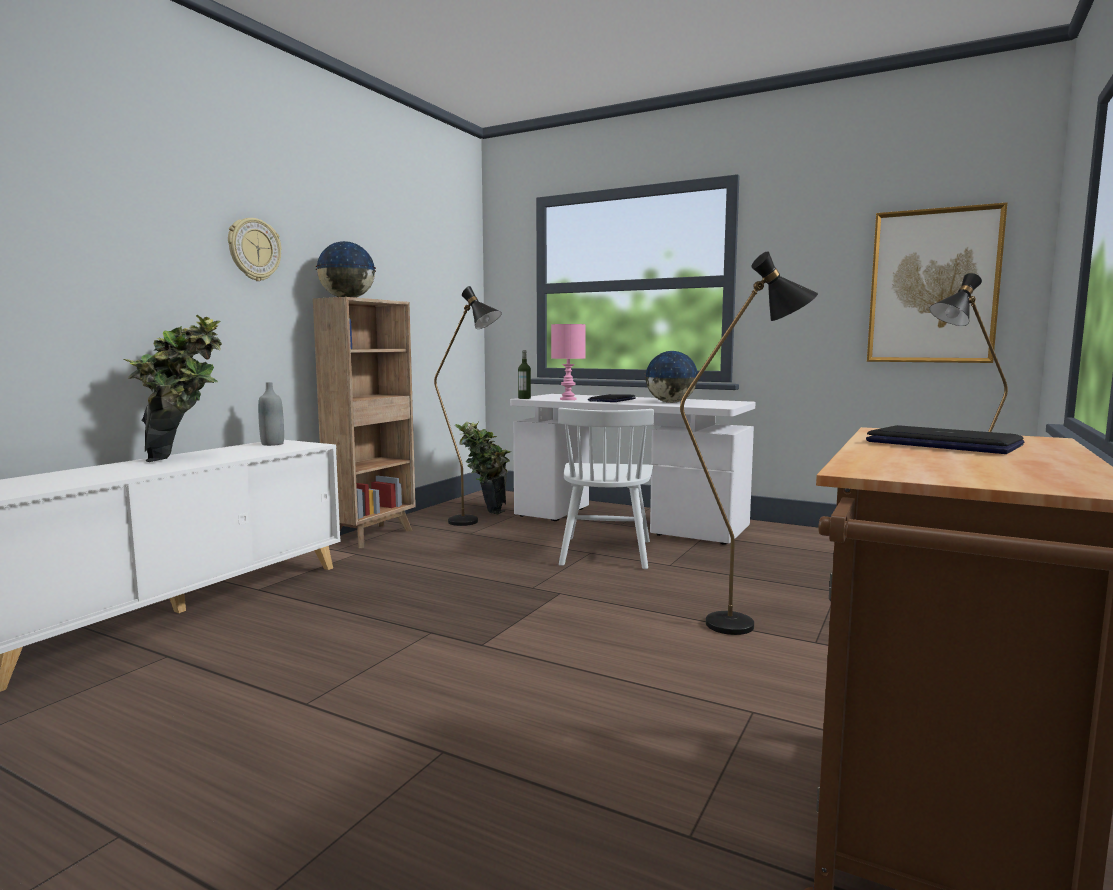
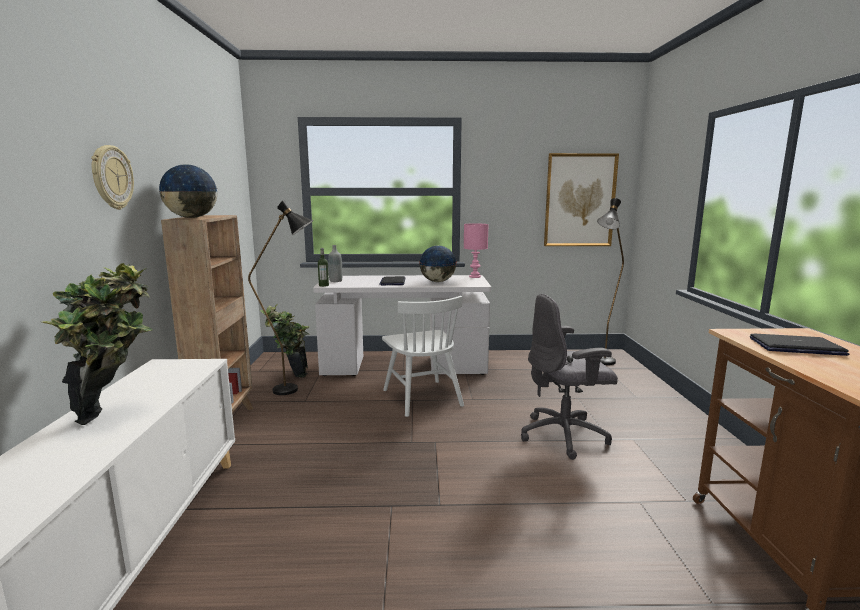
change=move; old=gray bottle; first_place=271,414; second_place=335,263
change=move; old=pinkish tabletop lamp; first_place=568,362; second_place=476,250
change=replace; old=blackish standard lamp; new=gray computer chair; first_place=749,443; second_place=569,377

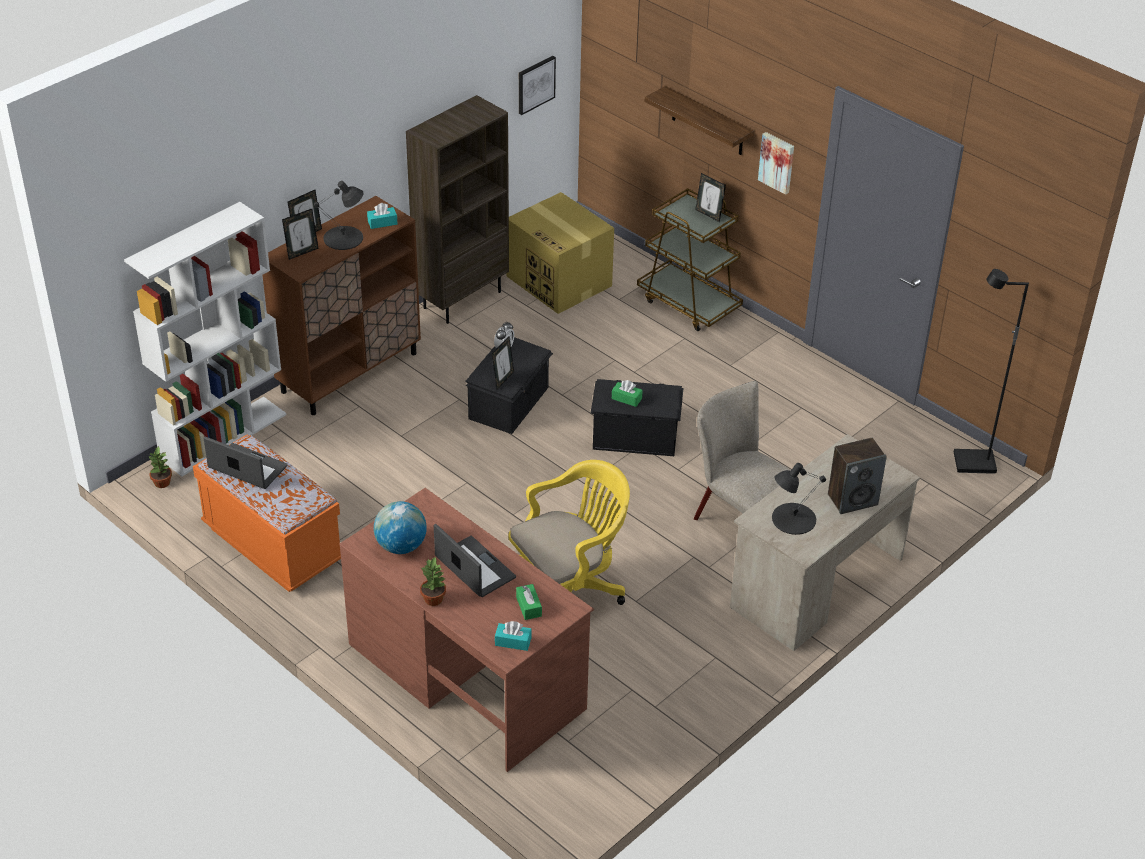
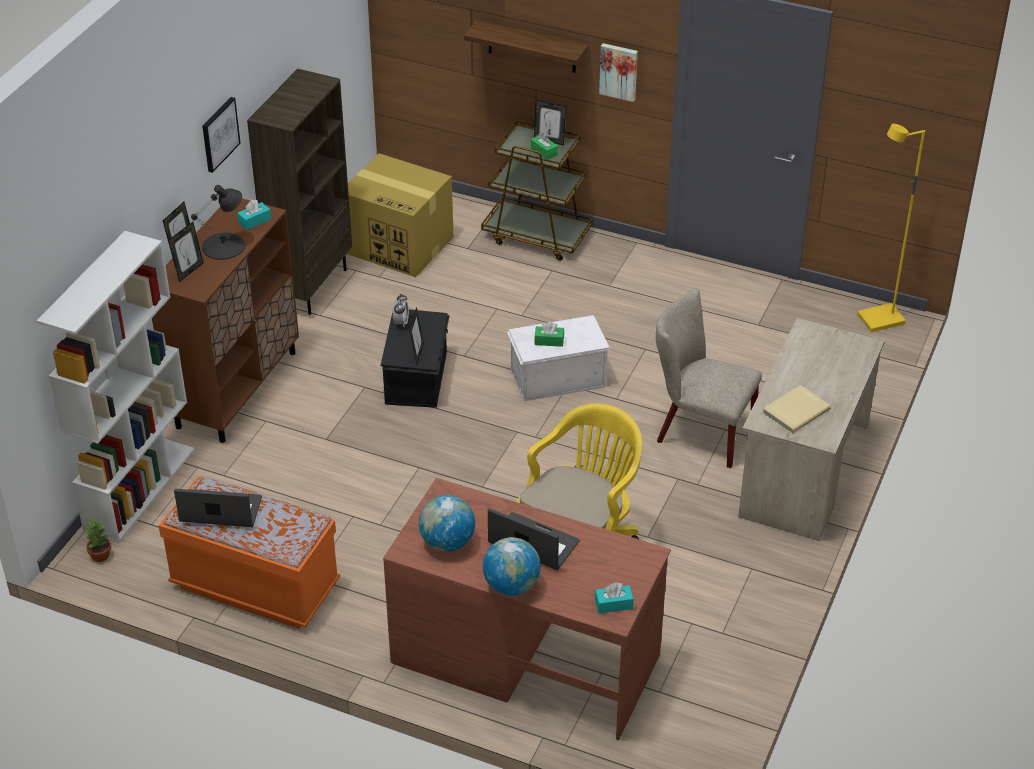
change=delete; old=speaker; first_place=857,476
change=move; old=green-coloured tissue holder; first_place=529,602; second_place=544,146
change=move; old=wall picture; first_place=537,85; second_place=221,135
change=replace; old=plant in a pot; new=world globe; first_place=433,581; second_place=512,566
change=replace; old=blackish tabletop lamp; new=sand-coloured volume; first_place=799,499; second_place=797,409
change=recolor; old=blackish storage box; new=white storage box; first_place=636,417; second_place=559,358
change=recolor; old=blackish standard lamp; new=yellow standard lamp; first_place=991,371; second_place=891,228

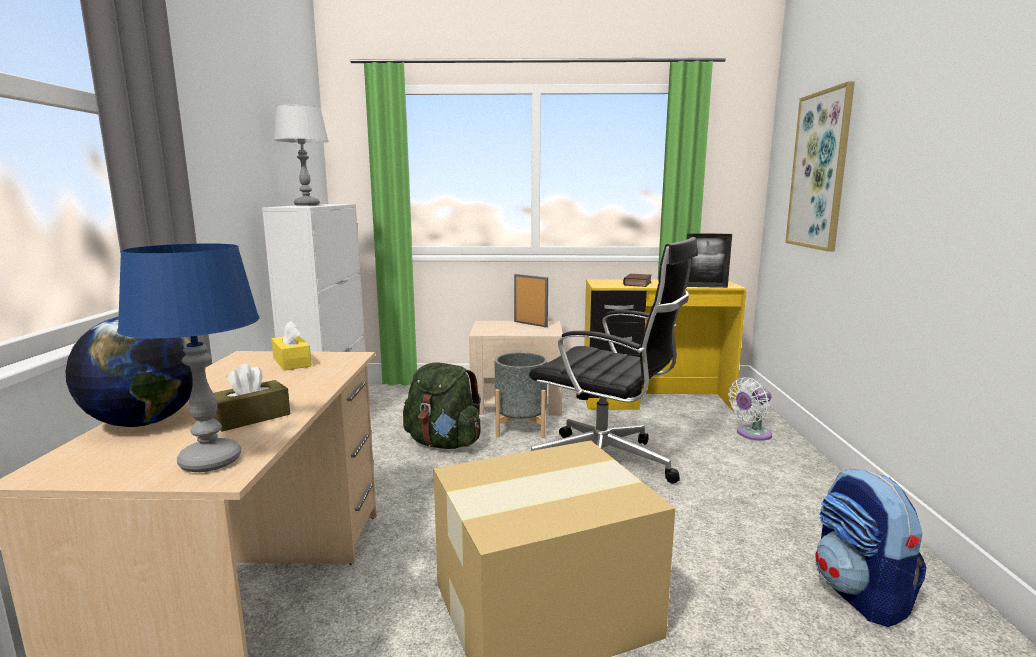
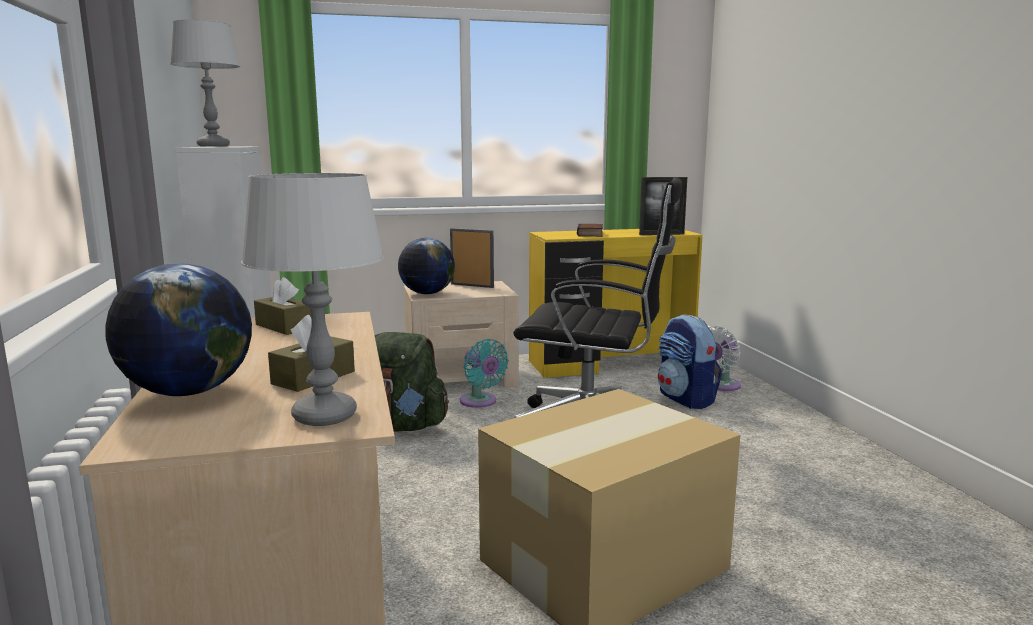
change=delete; old=wall picture; first_place=820,166
change=insert; new=world globe; second_place=426,266
change=move; old=knapsack; first_place=871,548; second_place=690,362
change=replace; old=gray planter; new=turquoise-coloured electric fan; first_place=521,395; second_place=484,373
change=recolor; old=blue tabletop lamp; new=gray tabletop lamp; first_place=188,357; second_place=312,299
change=recolor; old=yellow tissue holder; new=brown-coloured tissue holder; first_place=292,346; second_place=282,306

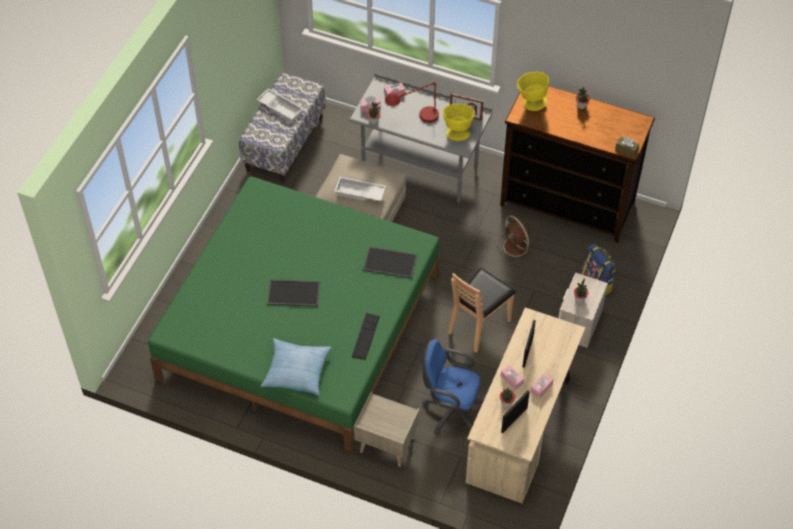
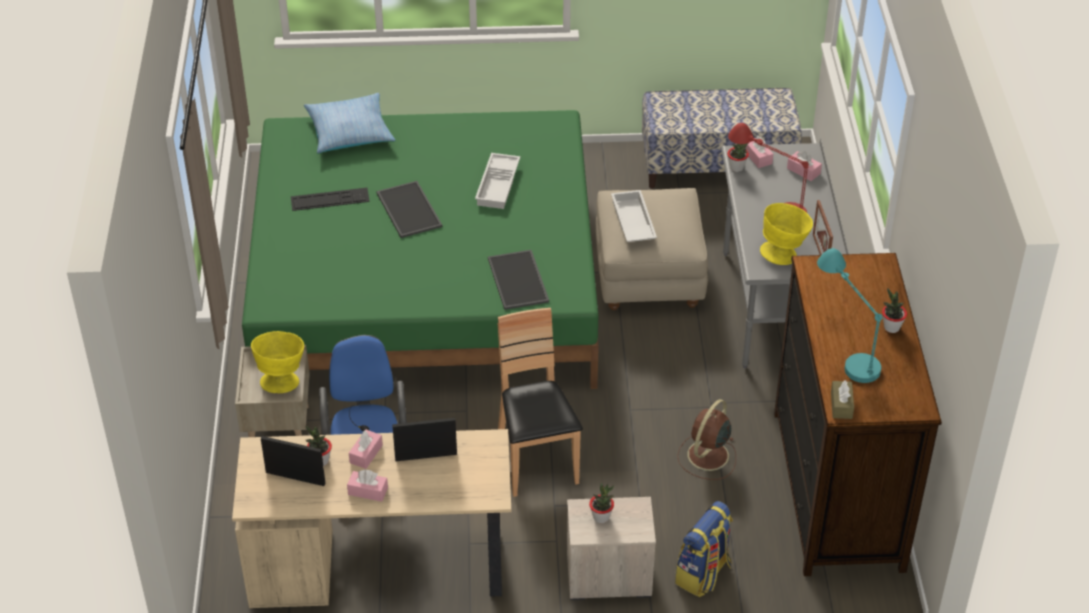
change=insert; new=turquoise-coloured tabletop lamp; second_place=850,315
change=move; old=white tray; first_place=280,105; second_place=497,181
change=move; old=pillow; first_place=296,367; second_place=349,123
change=move; old=keyboard; first_place=366,336; second_place=330,199
change=move; old=yellow deep dish; first_place=533,91; second_place=277,362
change=rotate; old=brown-coloured upright chair; first_place=482,310; second_place=540,402; degrees=60

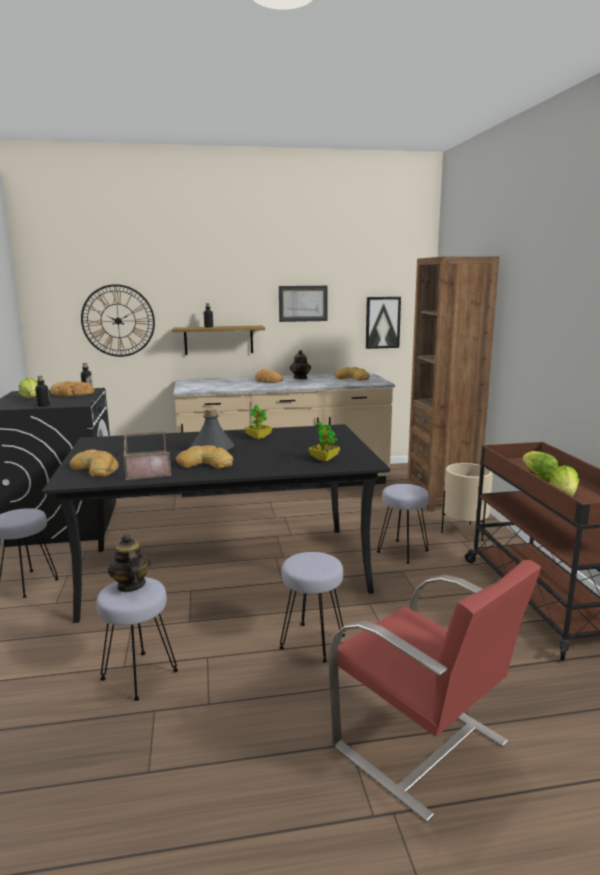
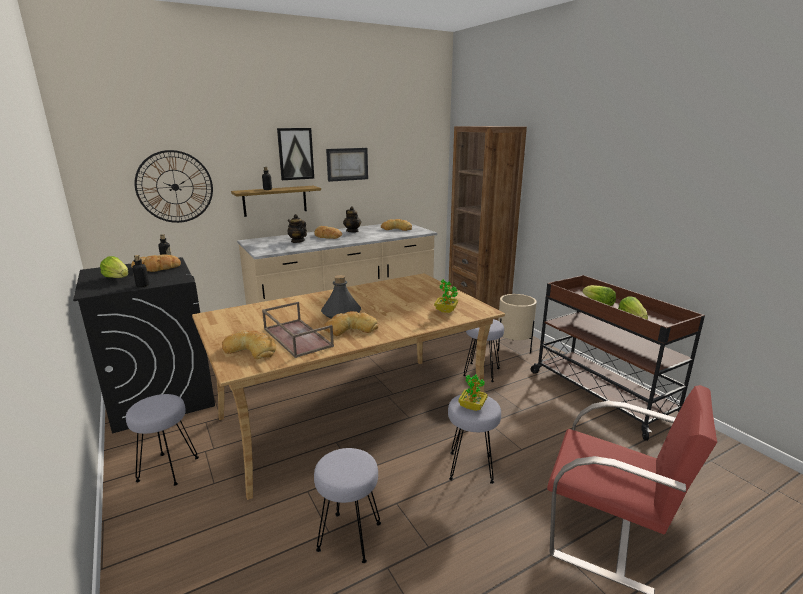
change=move; old=tea pot; first_place=129,563; second_place=297,228
change=move; old=plant in a pot; first_place=258,422; second_place=473,392
change=move; old=wall picture; first_place=383,323; second_place=295,154
change=recolor; old=blackish dining table; new=sand-coloured dining table; first_place=216,523; second_place=348,386

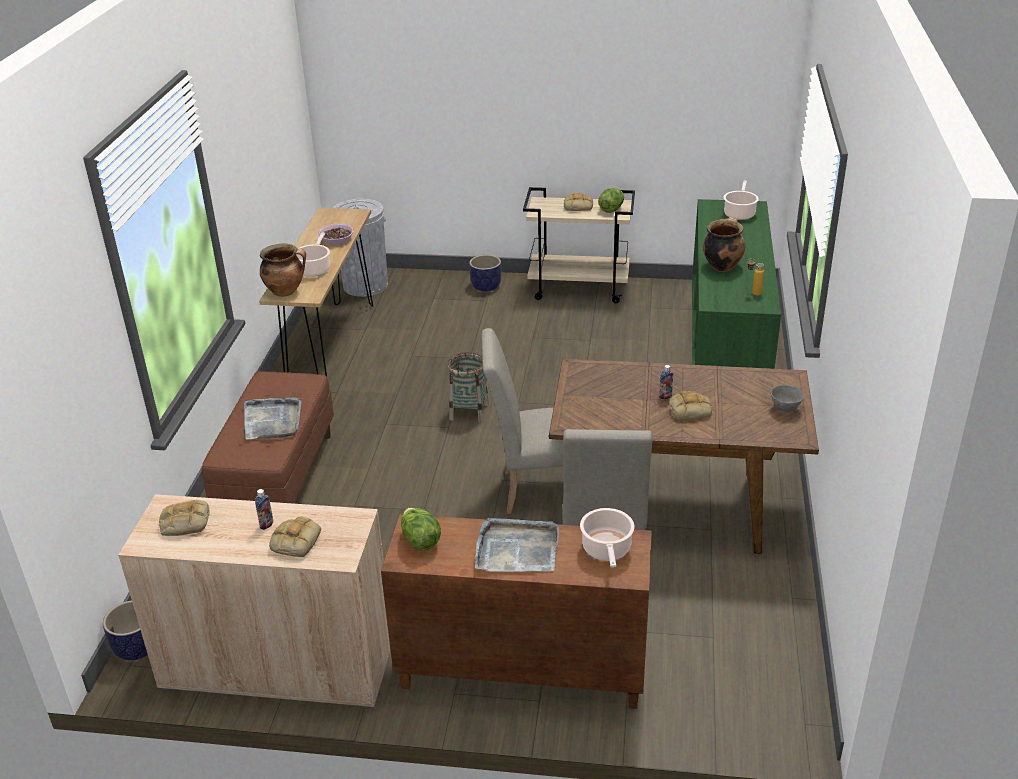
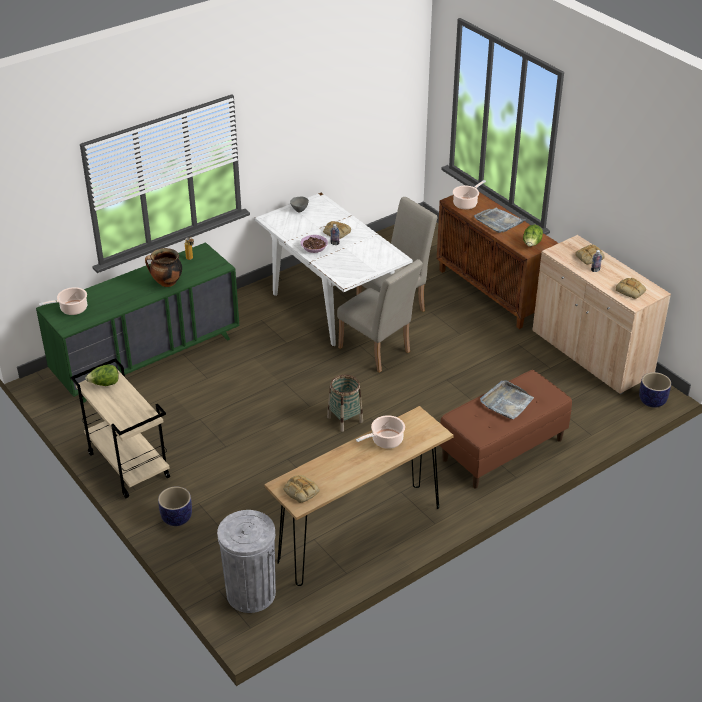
change=delete; old=saucepot; first_place=283,270
change=move; old=deep dish; first_place=336,234; second_place=314,244
change=move; old=baked bread; first_place=578,201; second_place=301,489
change=recolor; old=brown-coloured dining table; new=white dining table; first_place=684,456; second_place=334,269

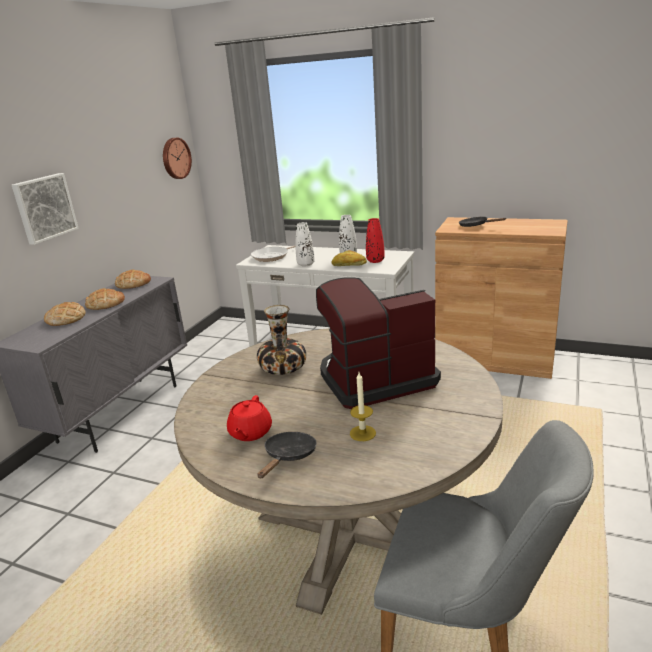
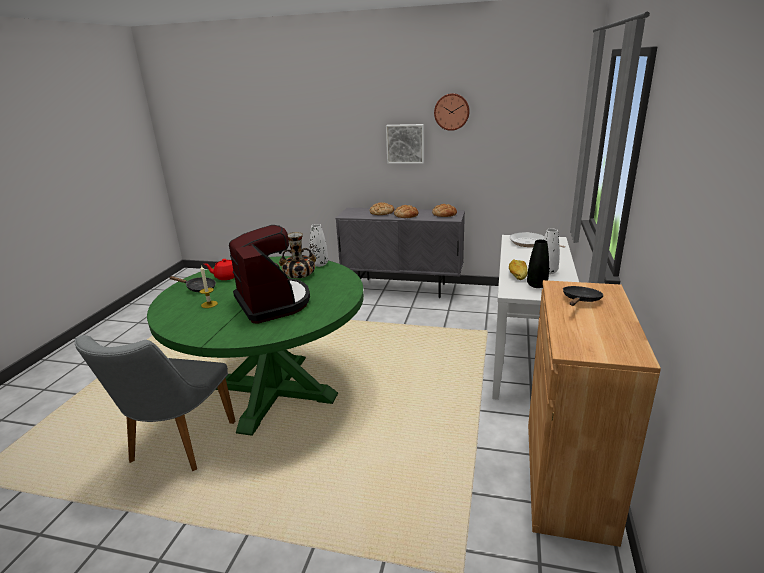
change=move; old=clock on the wall; first_place=177,158; second_place=452,112
change=move; old=white vase; first_place=305,244; second_place=319,245
change=recolor; old=sand-coloured dining table; new=green-coloured dining table; first_place=338,471; second_place=255,346
change=recolor; old=reddish vase; new=blackish vase; first_place=375,240; second_place=538,264

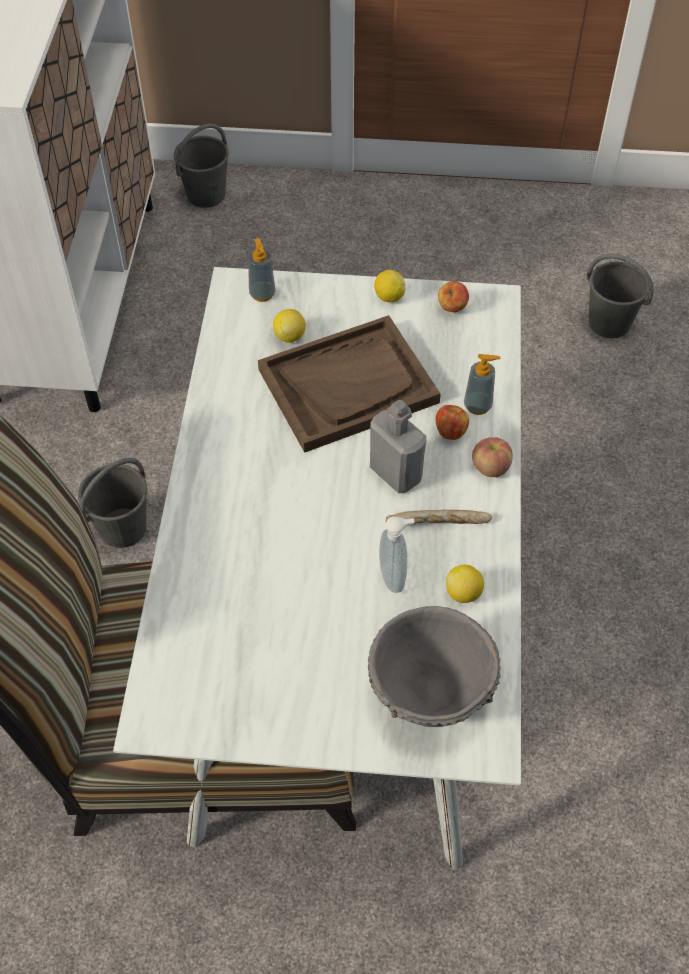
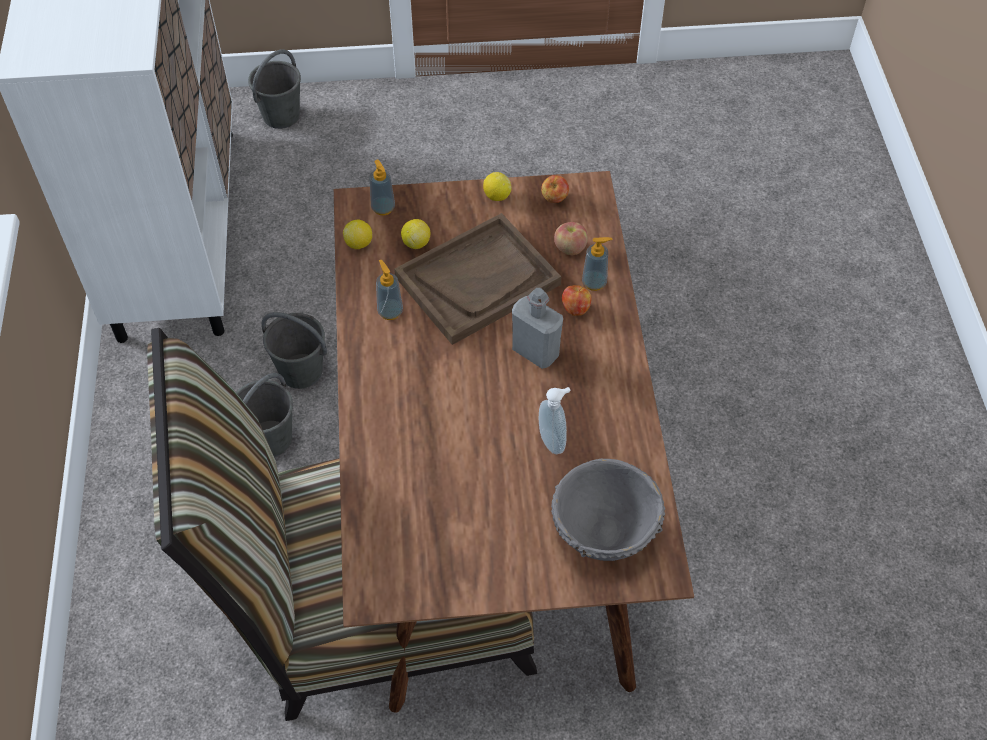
change=delete; old=baked bread; first_place=439,517
change=insert; new=soap bottle; second_place=389,290
change=move; old=lemon; first_place=465,583; second_place=357,234
change=move; old=apple; first_place=492,457; second_place=571,238
change=move; old=gray bucket; first_place=620,296; second_place=294,350
change=recolor; old=white dining table; new=brown-coloured dining table; first_place=317,568; second_place=514,442

